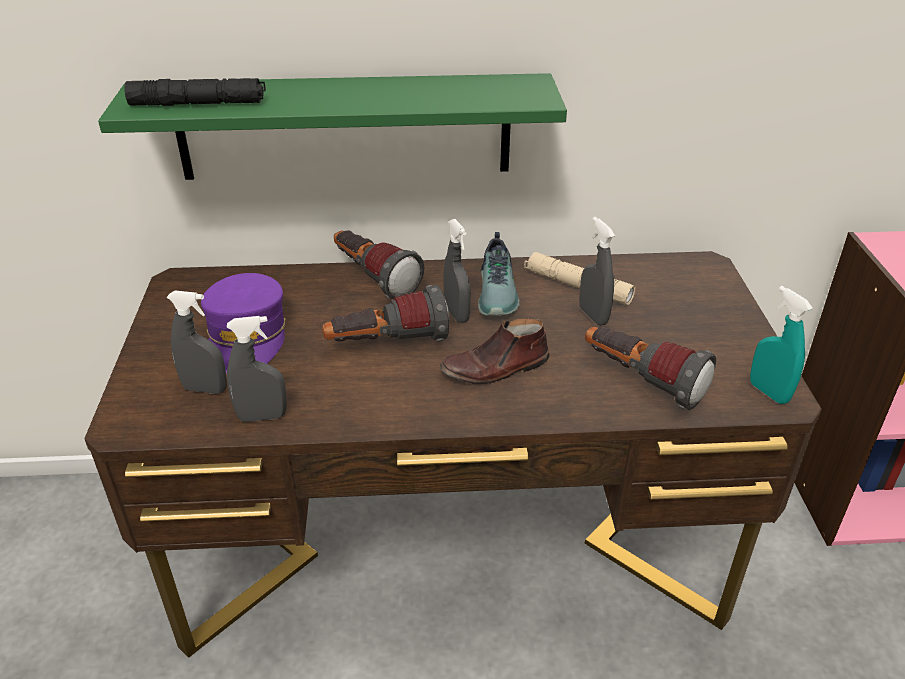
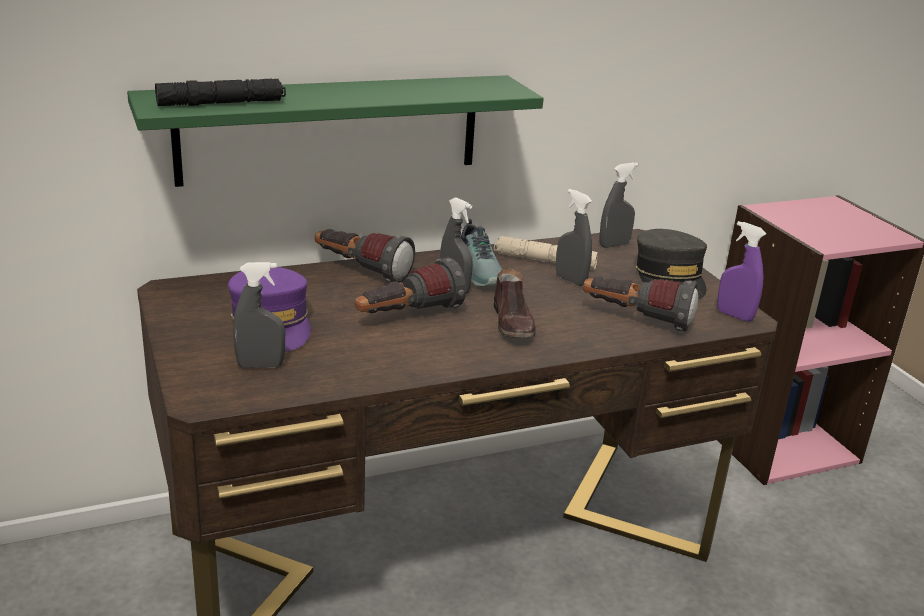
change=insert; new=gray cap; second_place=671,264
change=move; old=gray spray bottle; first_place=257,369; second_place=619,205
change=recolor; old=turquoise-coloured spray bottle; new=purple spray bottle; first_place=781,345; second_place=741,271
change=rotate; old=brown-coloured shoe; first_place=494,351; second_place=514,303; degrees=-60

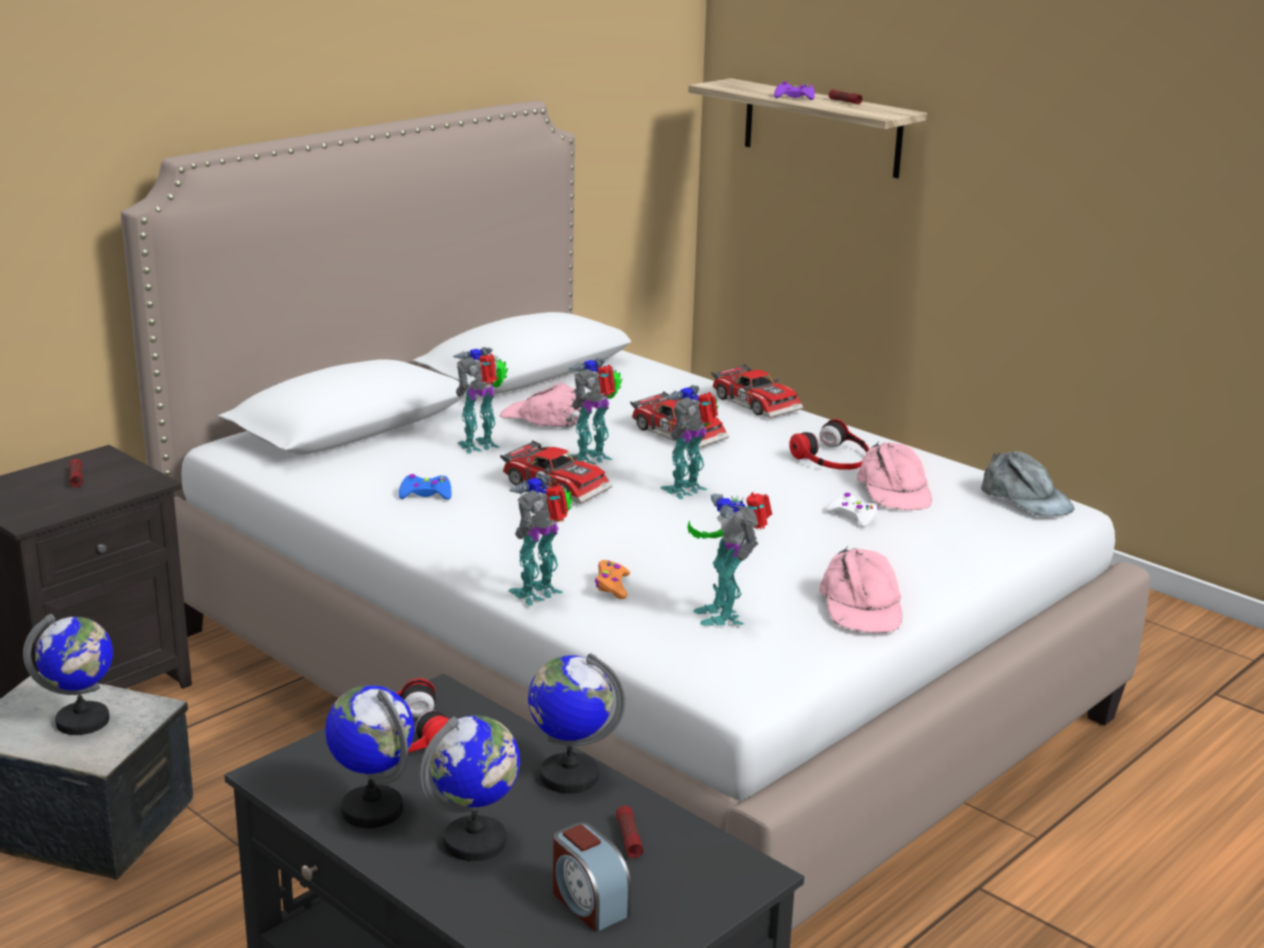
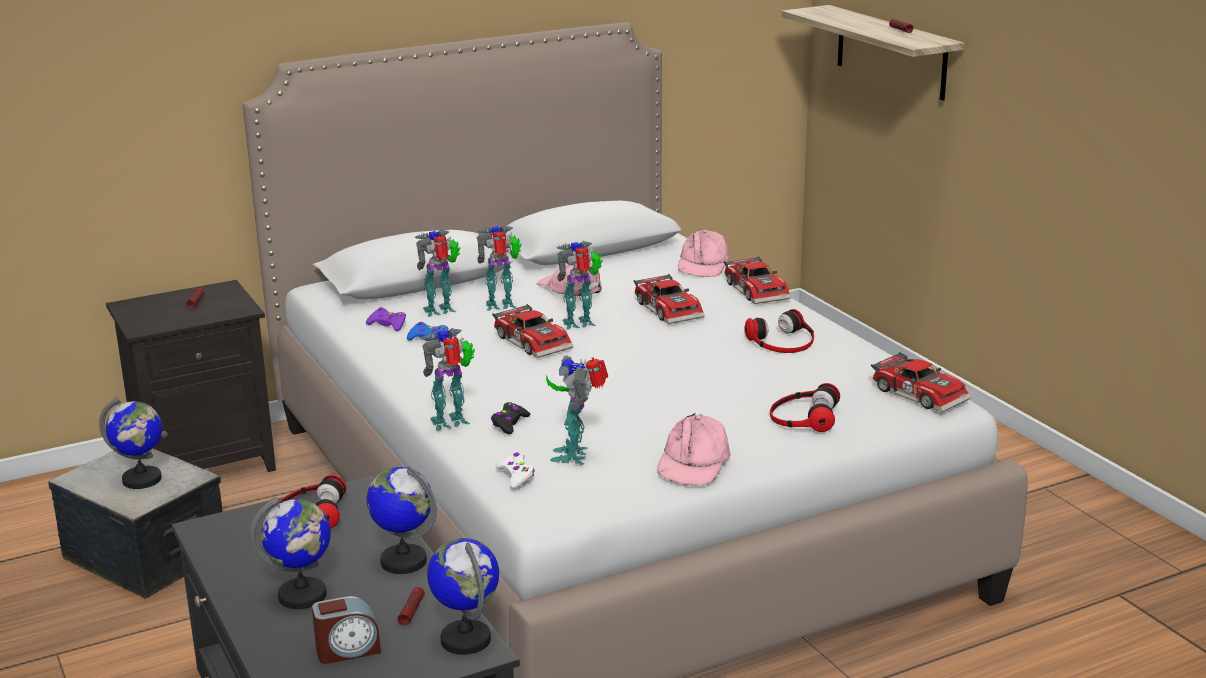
change=insert; new=pair of headphones; second_place=805,407
change=move; old=world globe; first_place=369,756; second_place=463,596
change=move; old=model robot; first_place=689,442; second_place=437,273
change=move; old=purple gamepad; first_place=794,91; second_place=386,319
change=move; old=white gamepad; first_place=851,510; second_place=515,470
change=move; old=pinkish cap; first_place=894,475; second_place=703,253
change=replace; old=gray cap; new=model car; first_place=1028,483; second_place=921,382
change=recolor; old=orange gamepad; new=blackish gamepad; first_place=612,579; second_place=510,418
change=rotate; old=bedside clock; first_place=592,877; second_place=346,630; degrees=-90

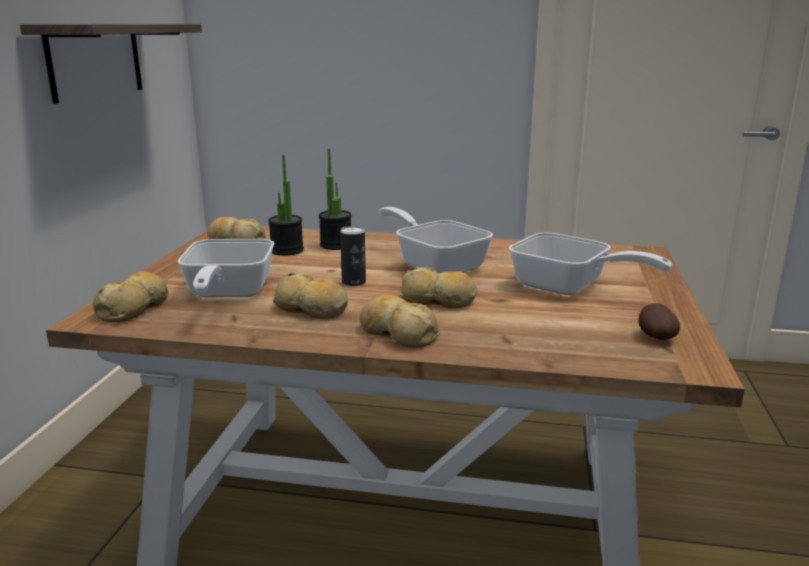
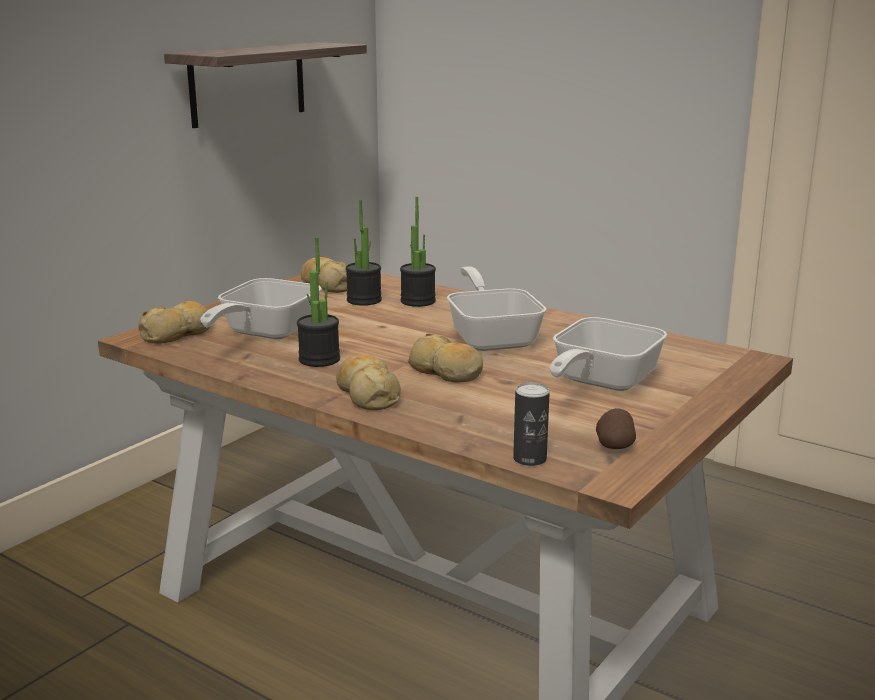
change=move; old=can; first_place=353,256; second_place=531,424
change=replace; old=baked bread; new=plant in a pot; first_place=310,296; second_place=318,302
change=rotate; old=frying pan; first_place=590,264; second_place=608,354; degrees=60

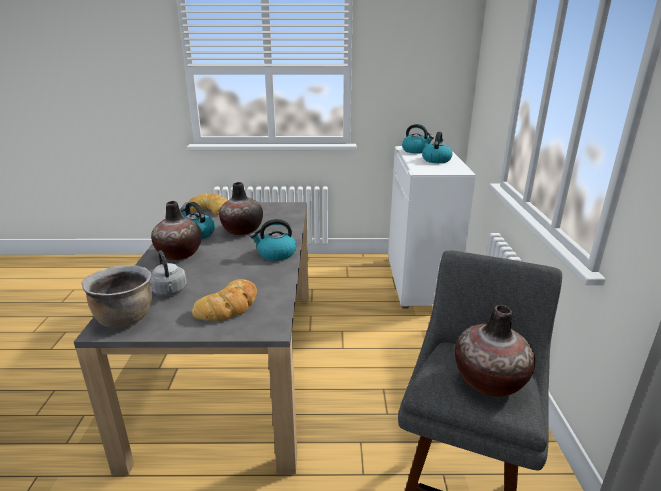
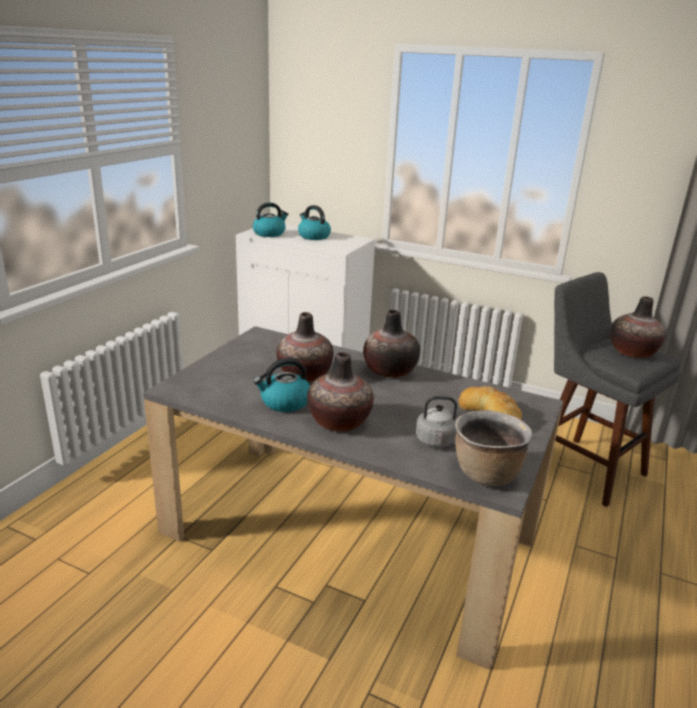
change=delete; old=baked bread; first_place=208,204
change=replace; old=water kettle; new=vase; first_place=273,240; second_place=391,344

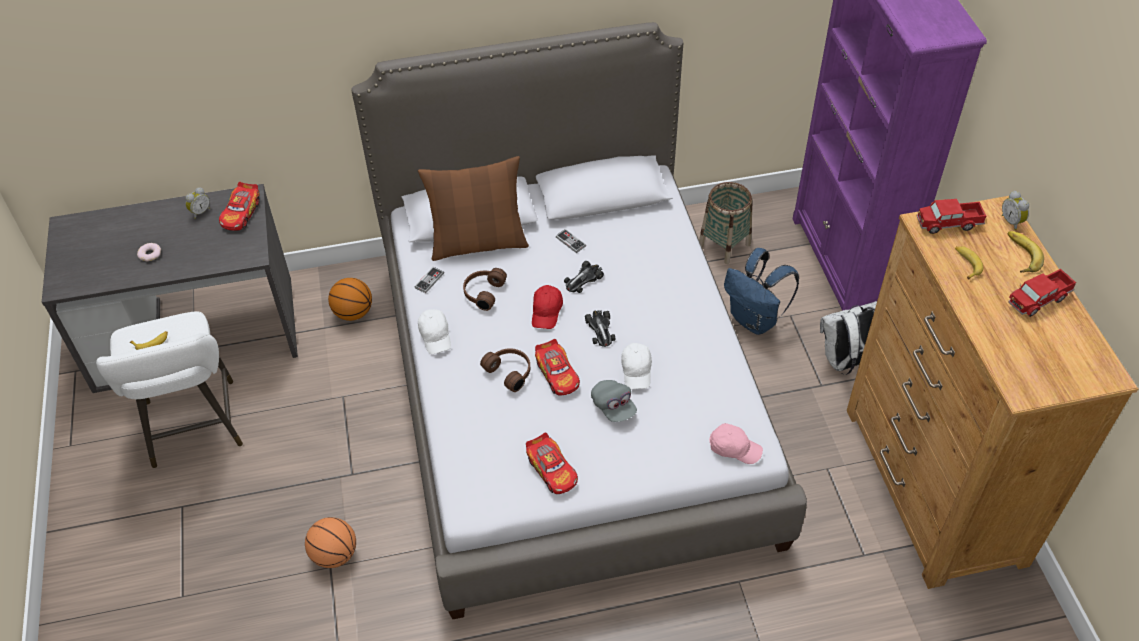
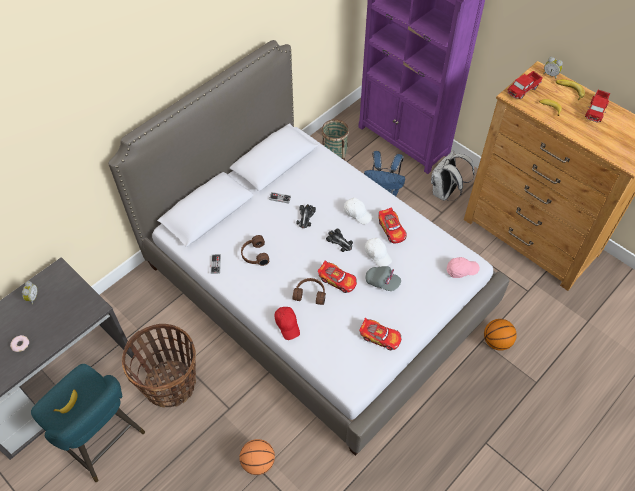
change=delete; old=brown-coloured pillow; first_place=473,208
change=insert; new=basket; second_place=159,366
change=move; old=model car; first_place=239,206; second_place=392,225
change=move; old=basketball; first_place=350,299; second_place=500,335
change=move; old=white cap; first_place=434,331; second_place=358,211
change=move; old=reddish cap; first_place=547,307; second_place=287,323
change=recolor; old=white stool; new=turquoise-coloured stool; first_place=169,389; second_place=88,423

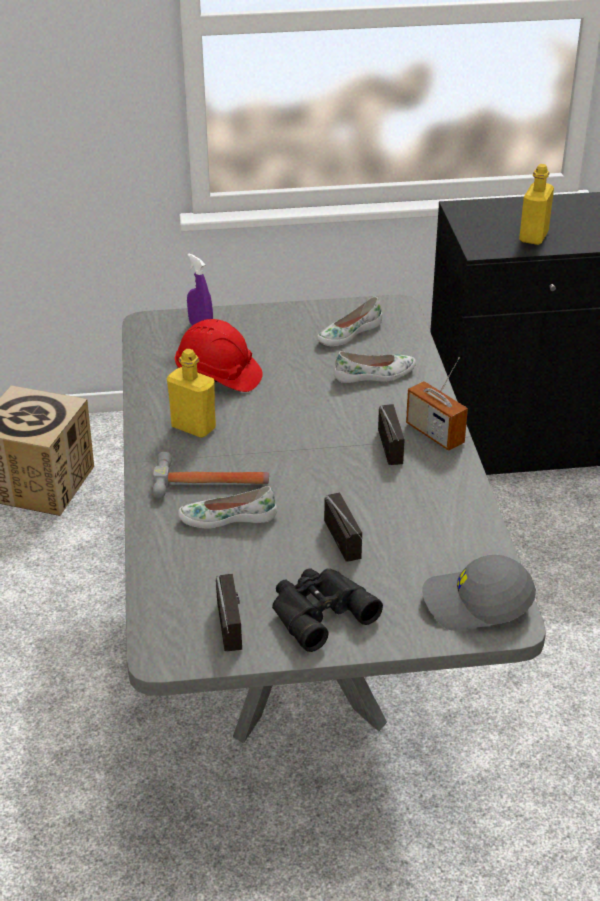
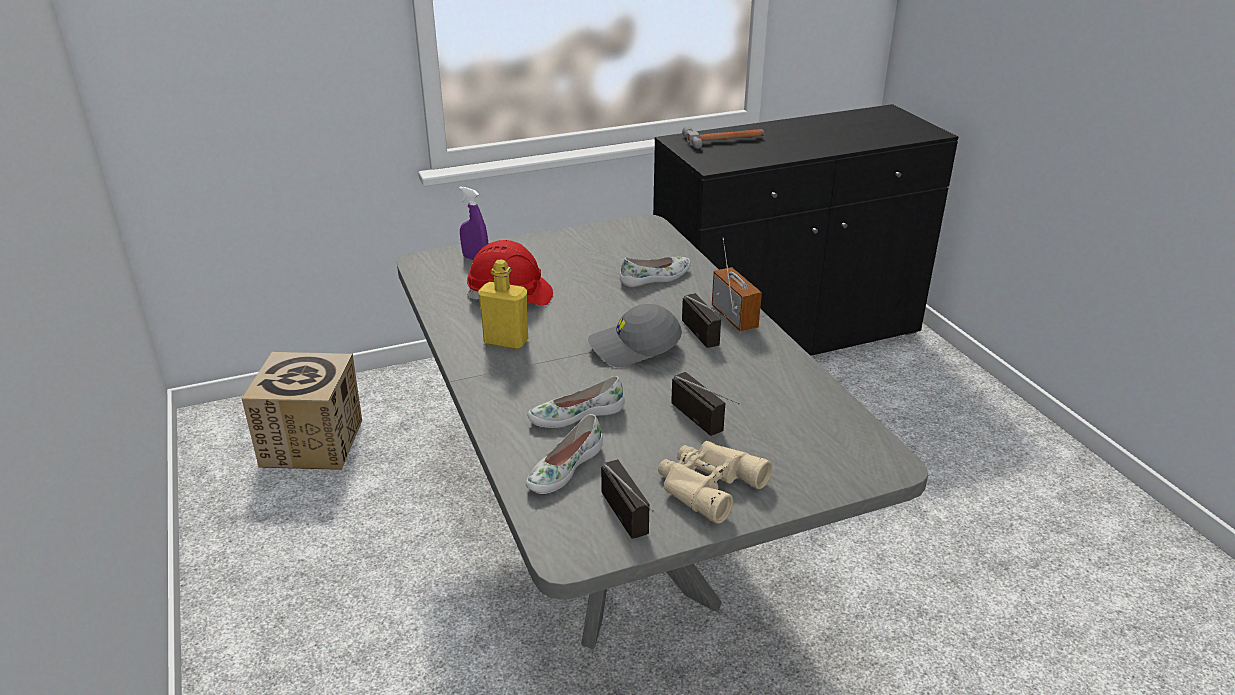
change=delete; old=yellow bottle; first_place=536,204
change=move; old=hand hammer; first_place=210,475; second_place=723,137
change=move; old=white shoe; first_place=349,321; second_place=564,454
change=move; old=gray cap; first_place=479,593; second_place=635,335
change=recolor; old=blackish pair of binoculars; new=sand-coloured pair of binoculars; first_place=327,610; second_place=715,482
change=rotate; old=radio set; first_place=437,404; second_place=737,284; degrees=-150

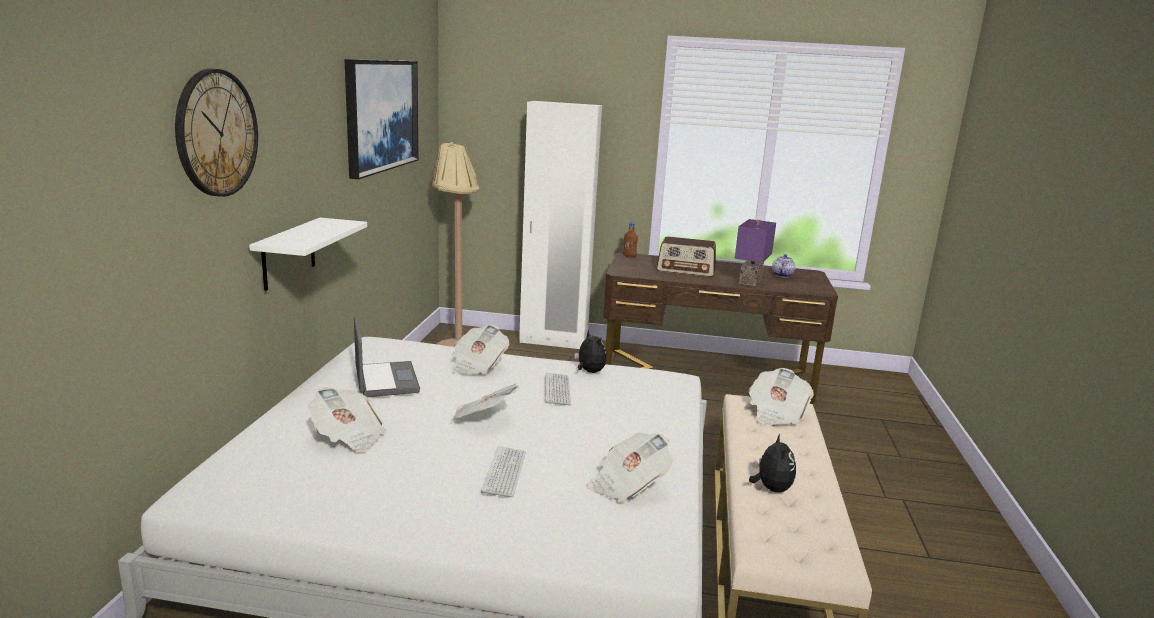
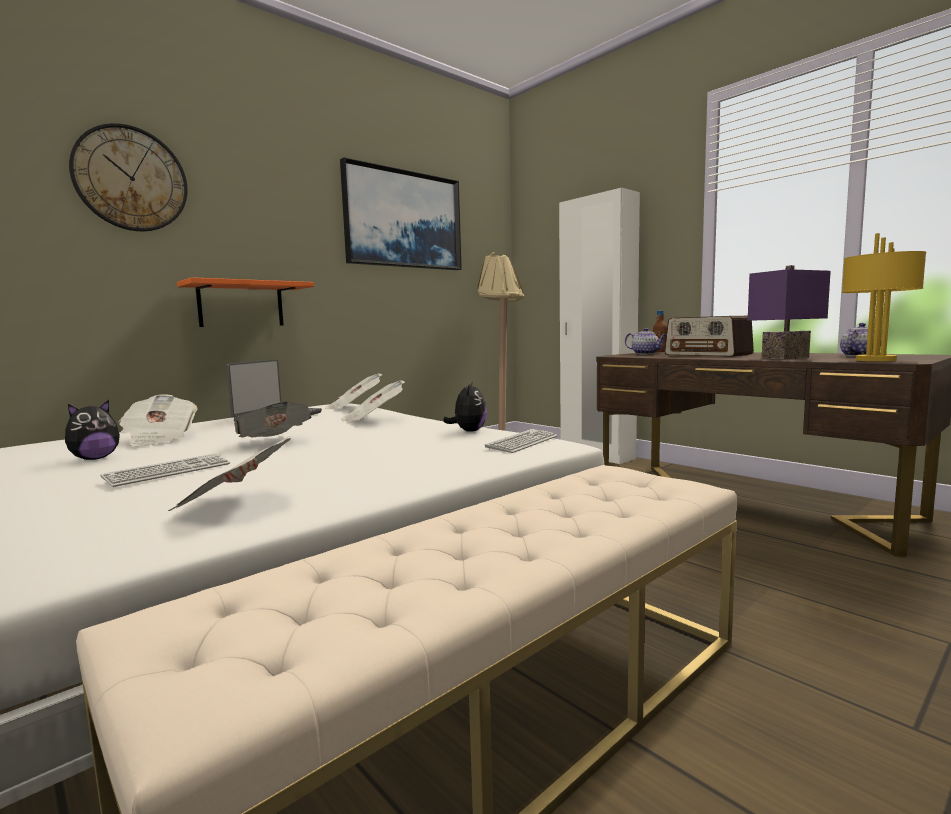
change=insert; new=tea pot; second_place=645,341
change=insert; new=yellow tabletop lamp; second_place=884,297
change=move; old=keyboard; first_place=558,389; second_place=521,441
change=move; old=printed paper; first_place=781,396; second_place=353,391
change=move; old=soft toy; first_place=772,463; second_place=92,430
change=recolor; old=white wall shelf; new=orange wall shelf; first_place=308,254; second_place=245,302

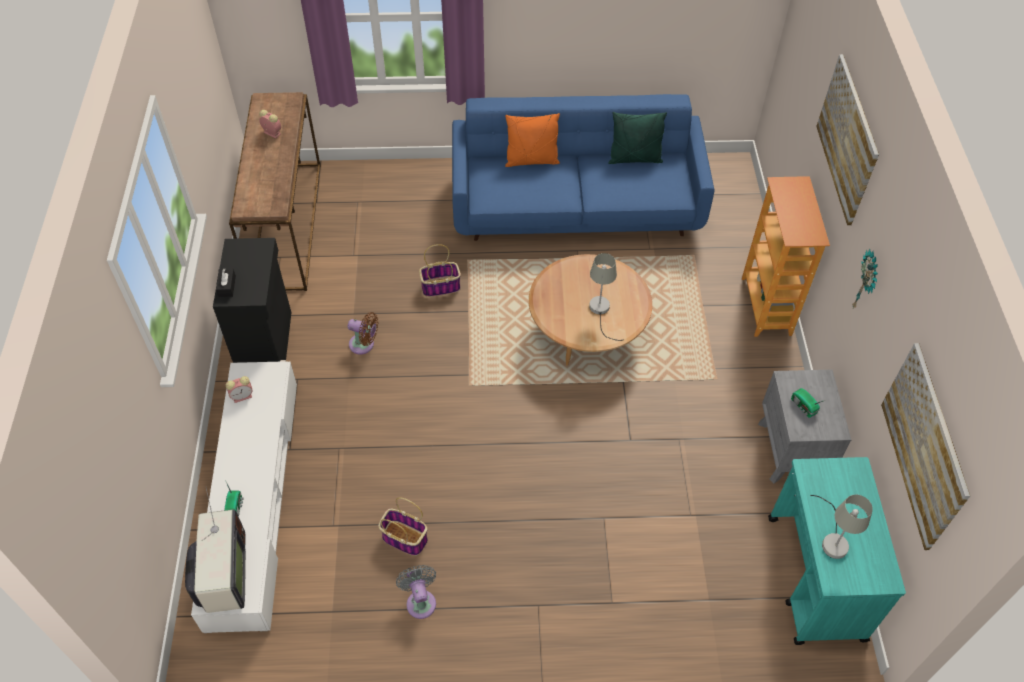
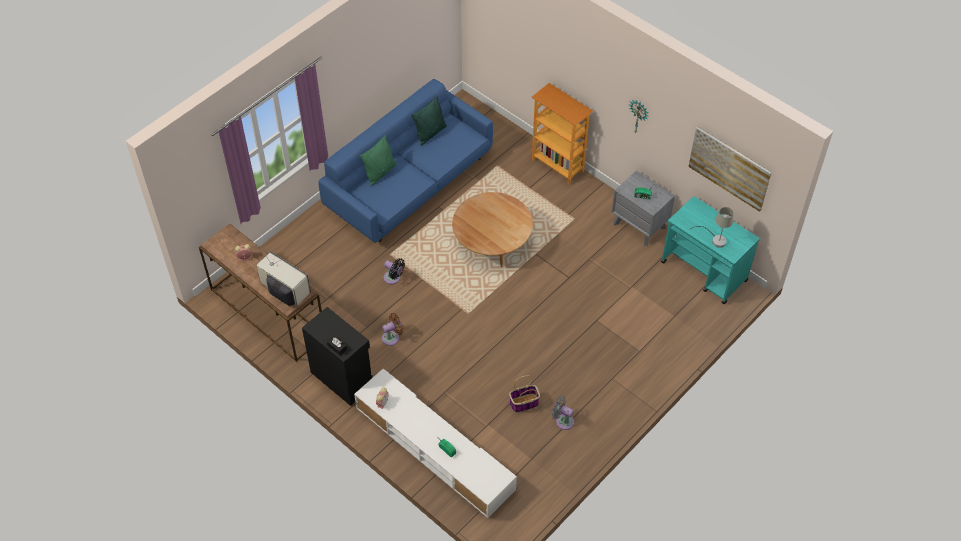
change=delete; old=gray tabletop lamp; first_place=605,297
change=delete; old=wall picture; first_place=847,139
change=move; old=television; first_place=215,550; second_place=283,274
change=replace; old=basket; new=blackish electric fan; first_place=440,270; second_place=394,271
change=recolor; old=orange pillow; new=green-coloured pillow; first_place=532,140; second_place=378,160

